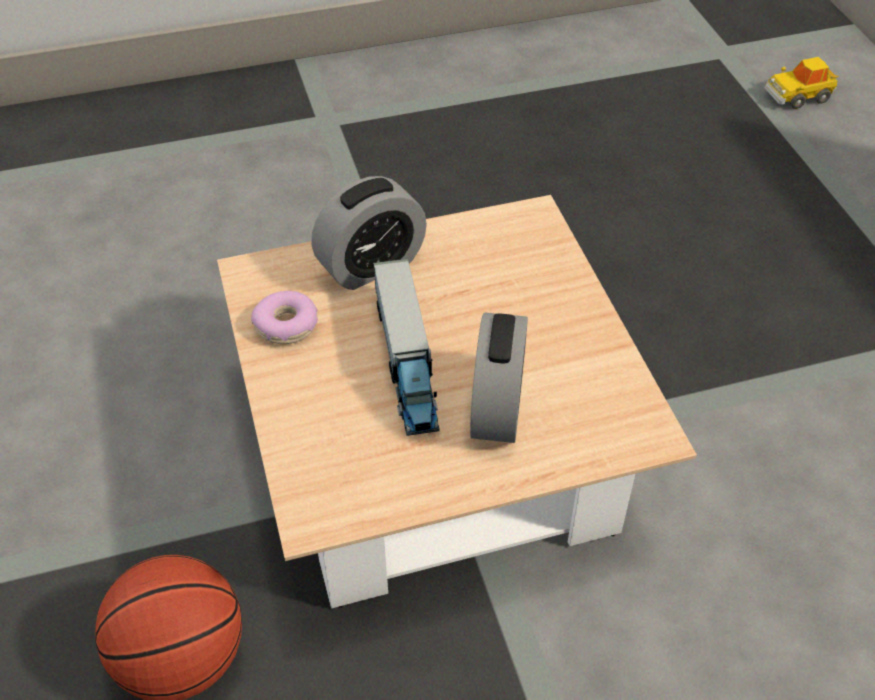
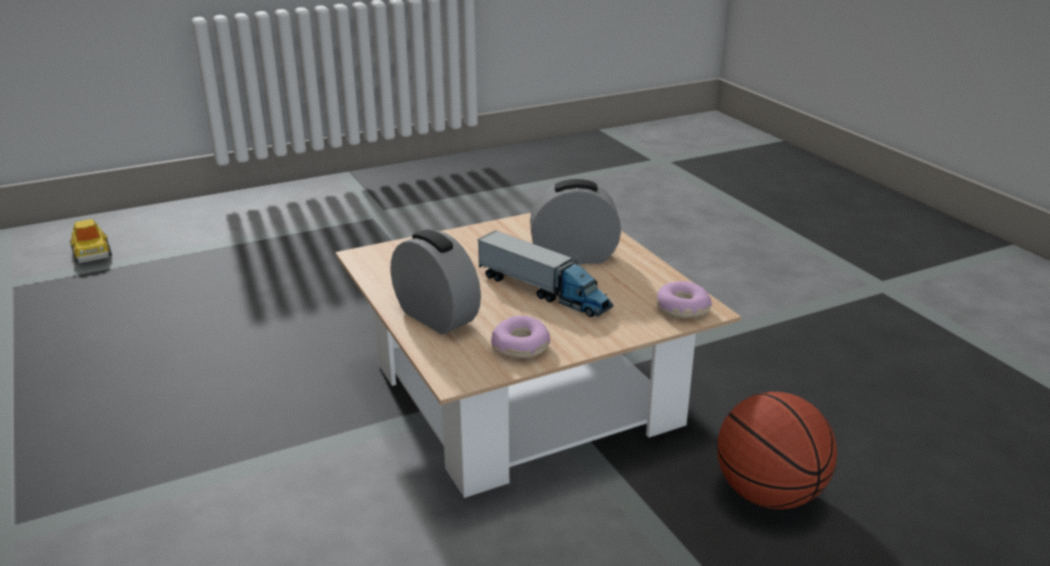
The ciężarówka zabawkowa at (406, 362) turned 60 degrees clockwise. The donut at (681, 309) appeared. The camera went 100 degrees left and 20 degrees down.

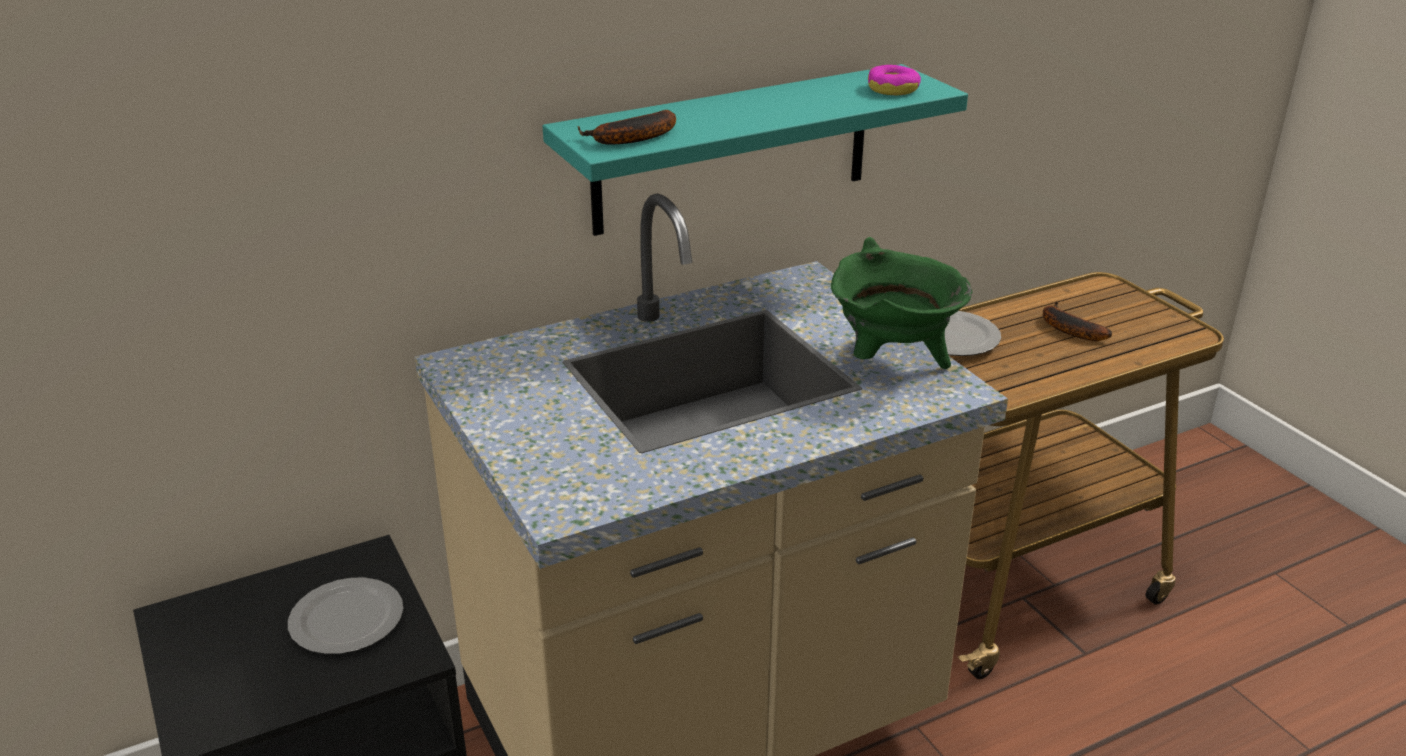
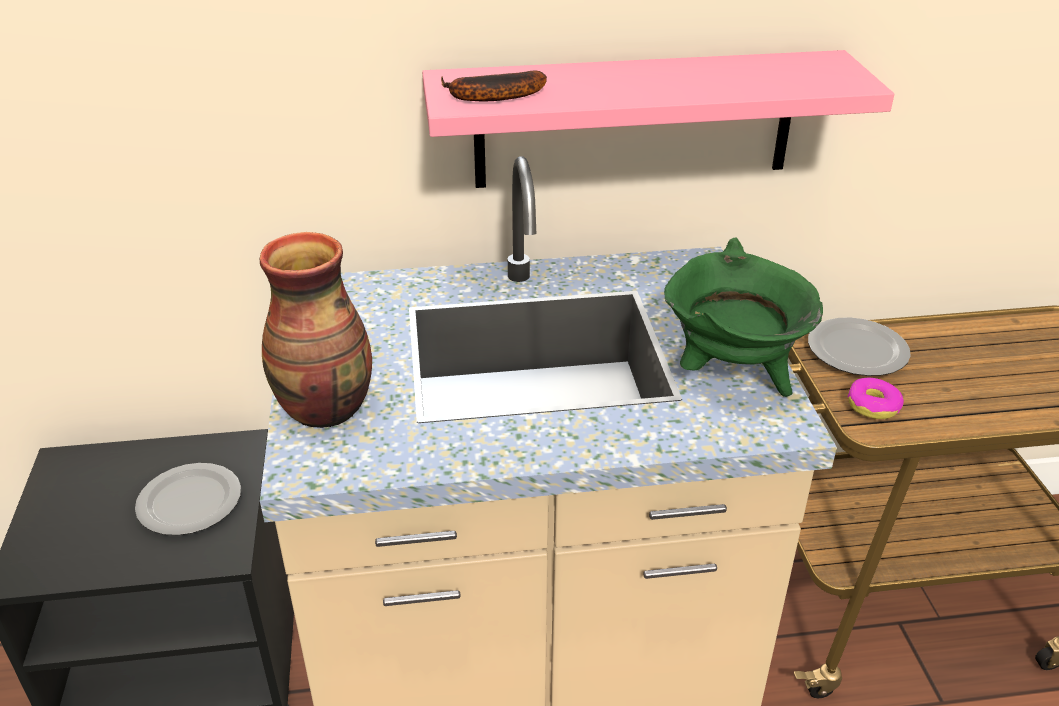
The półka (turkusowy) at (733, 149) became the półka (różowy) at (634, 120). The donut moved from (893, 89) to (873, 406). The banan at (1066, 328) disappeared. The wazon at (328, 409) appeared. The camera went 20 degrees right and 5 degrees up.

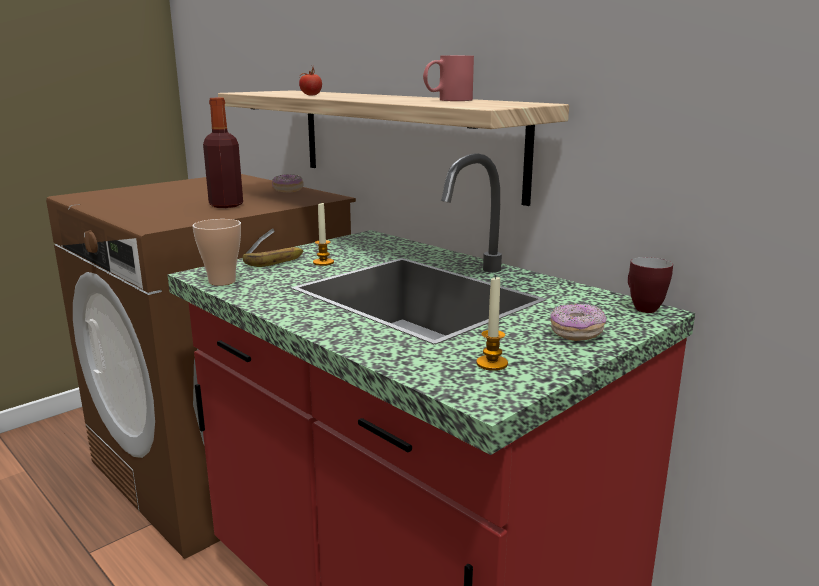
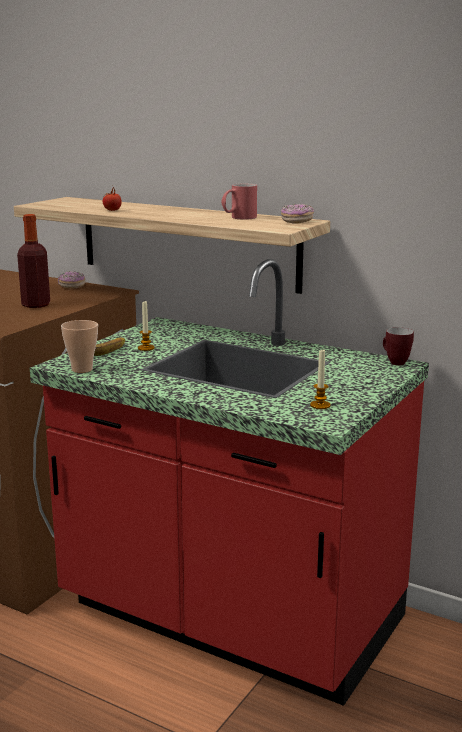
The donut moved from (576, 333) to (297, 221). The camera went 15 degrees left and 0 degrees up.

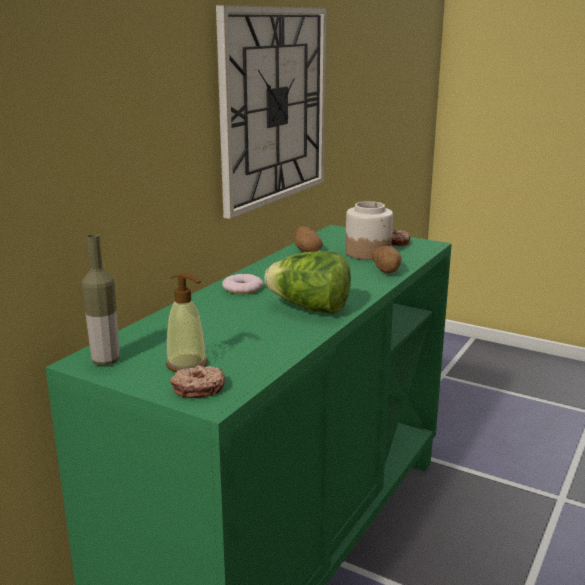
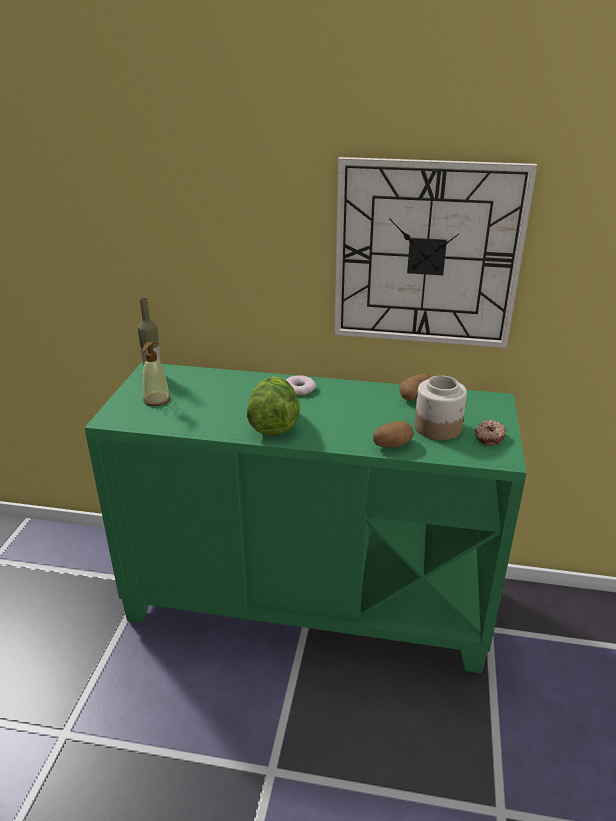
The donut at (198, 388) disappeared. The camera went 70 degrees right and 10 degrees up.

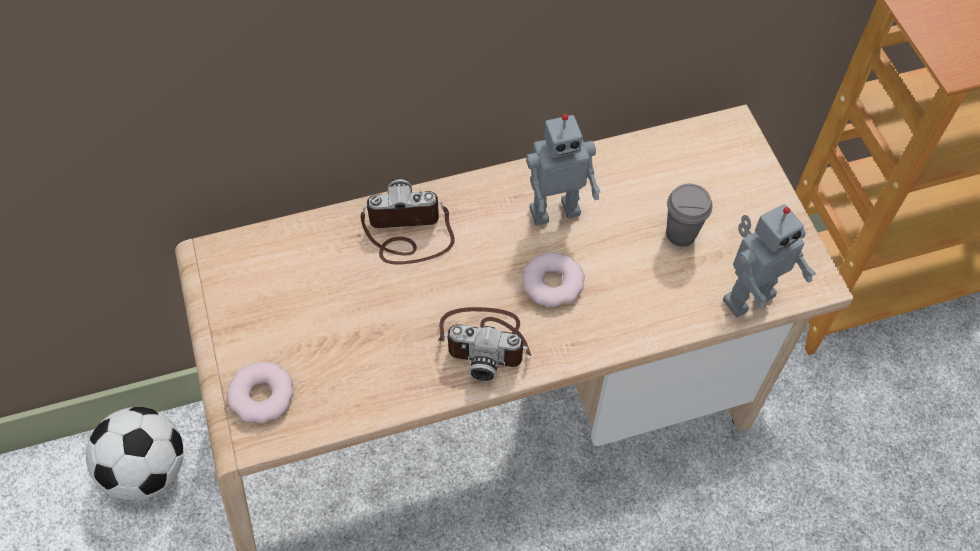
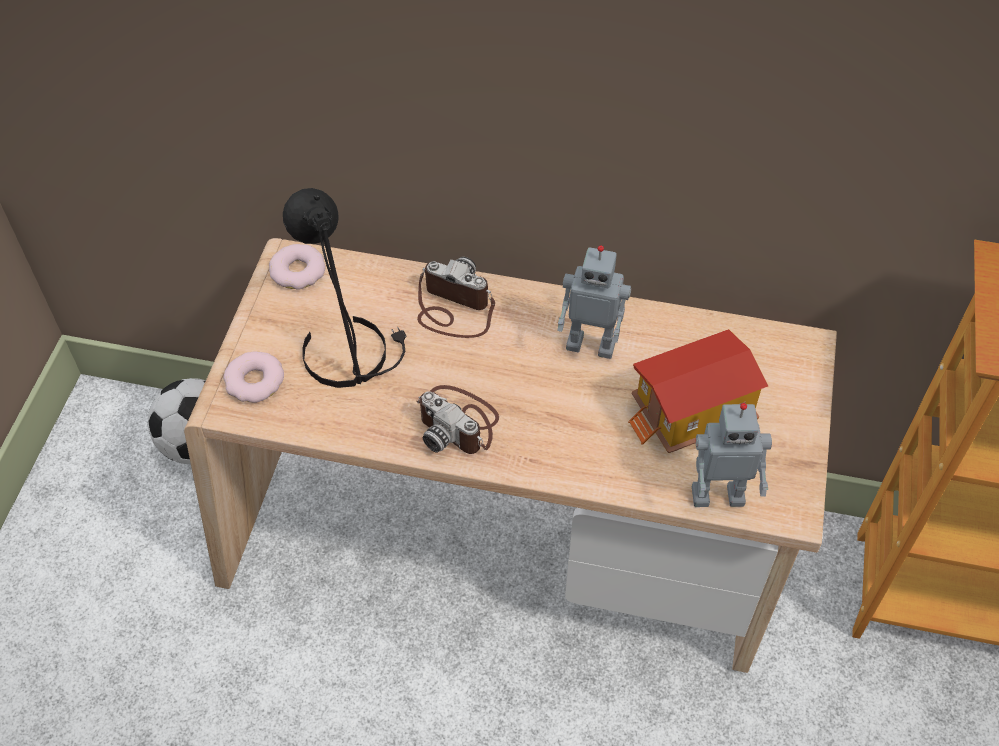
The donut moved from (553, 283) to (298, 271). The filiżanka (szary) at (681, 234) was replaced by the domek at (692, 414). The lampa stołowa (czarny) at (350, 351) appeared. The camera went 30 degrees right and 5 degrees down.

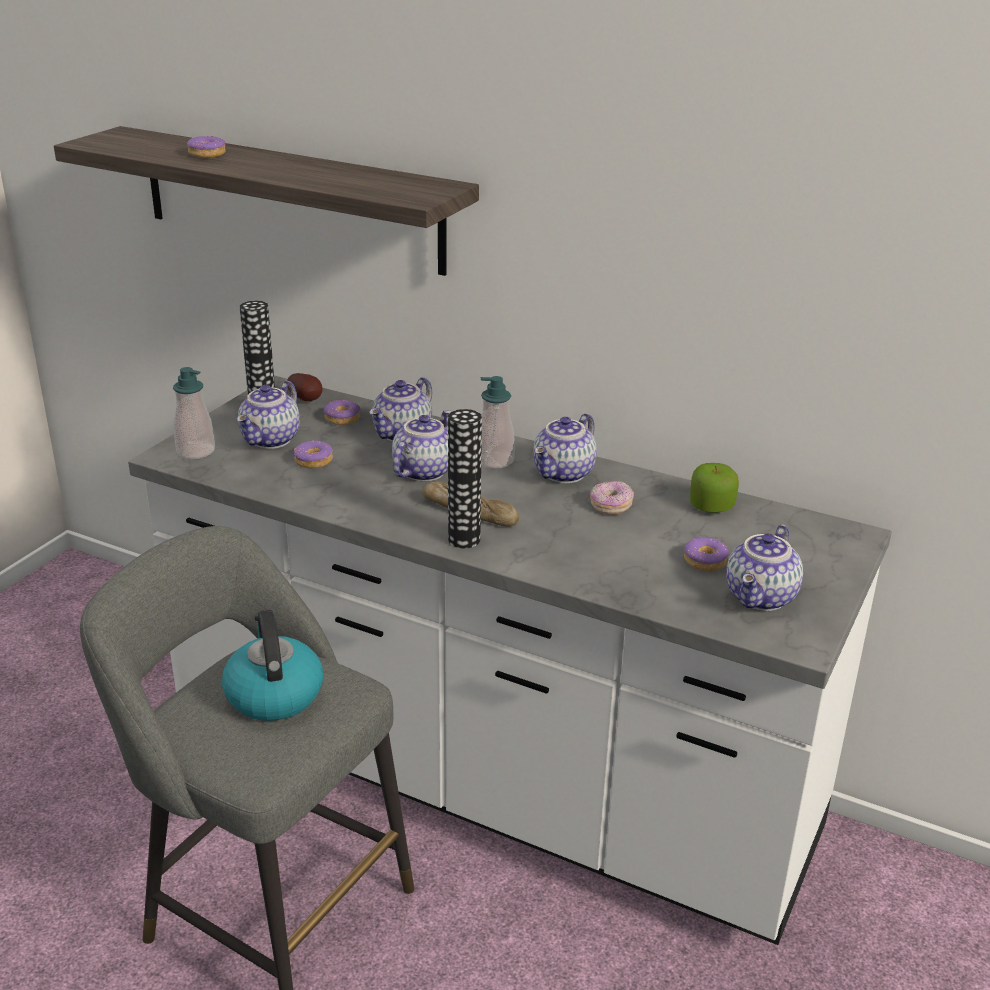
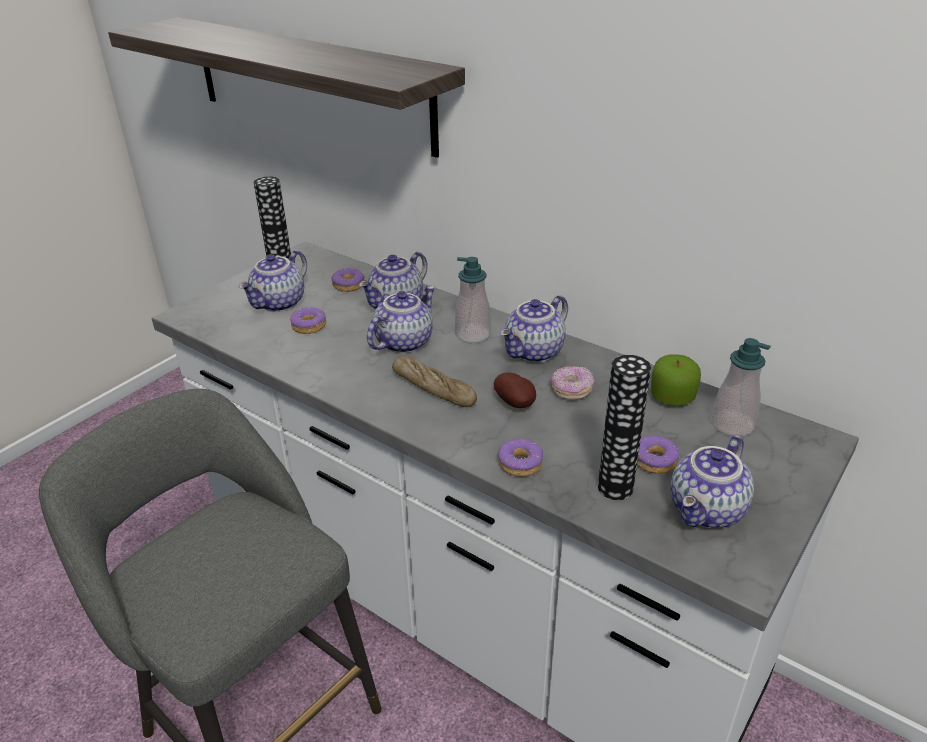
The dozownik mydła moved from (196, 451) to (732, 425). The donut moved from (207, 154) to (520, 464). The czajnik at (273, 694) disappeared. The ziemniak moved from (307, 400) to (516, 404). The wazon moved from (464, 539) to (615, 488). The camera went 10 degrees right and 5 degrees up.

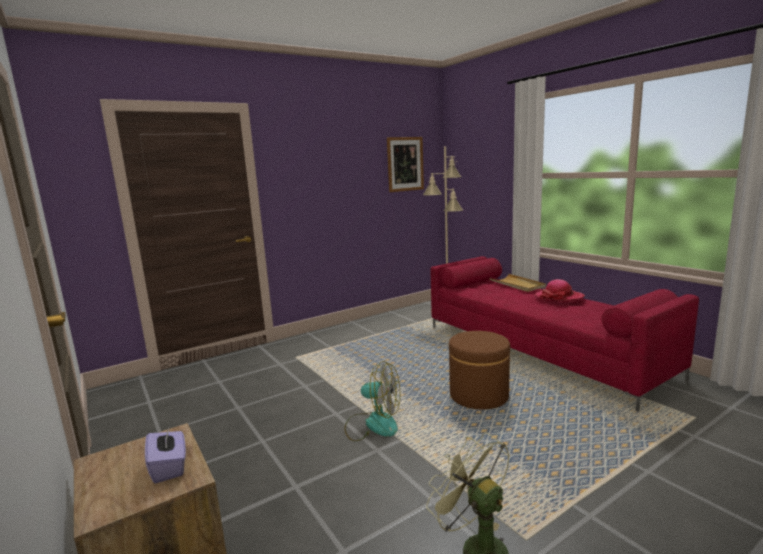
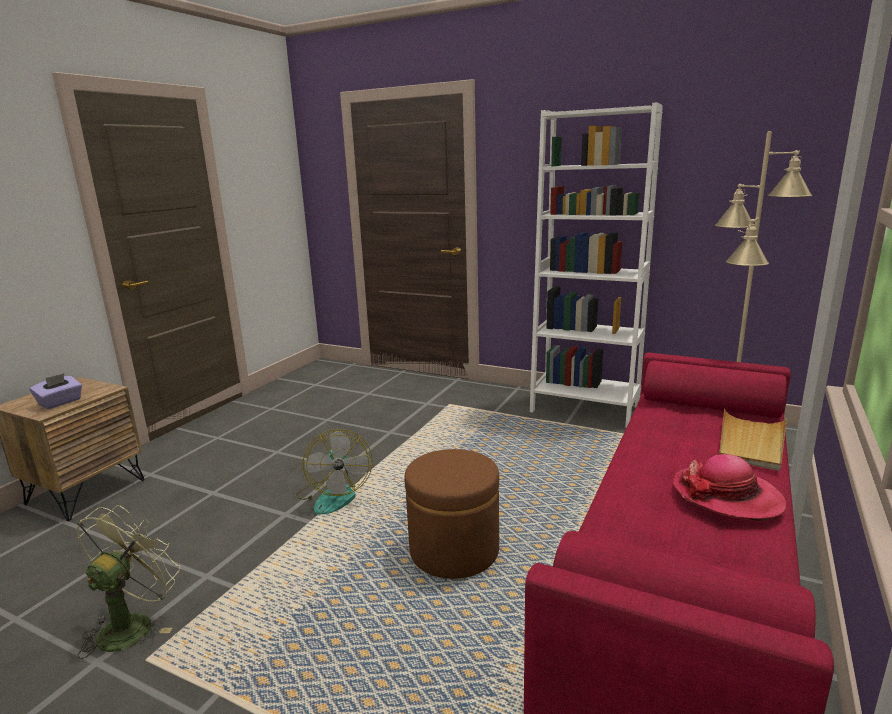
The obraz at (405, 164) disappeared. The regał (biały) at (584, 408) appeared. The camera went 60 degrees right and 5 degrees up.

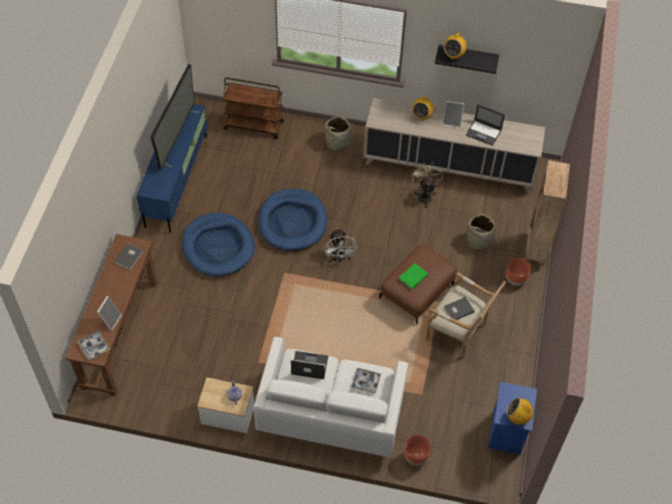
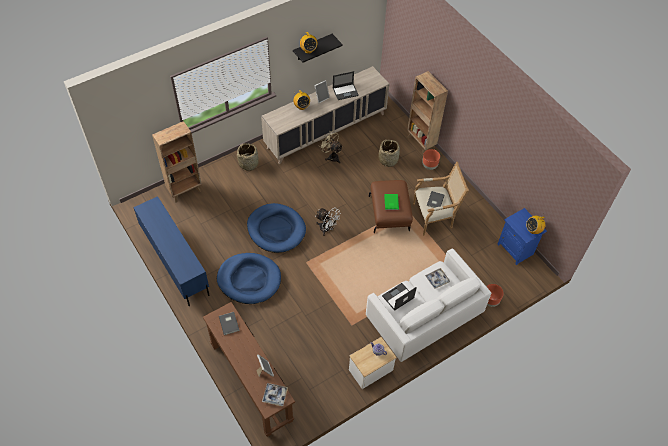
The telewizor at (177, 137) disappeared. The wózek (brązowy) at (254, 126) was replaced by the regał (brązowy) at (185, 191). The camera went 45 degrees left and 0 degrees up.

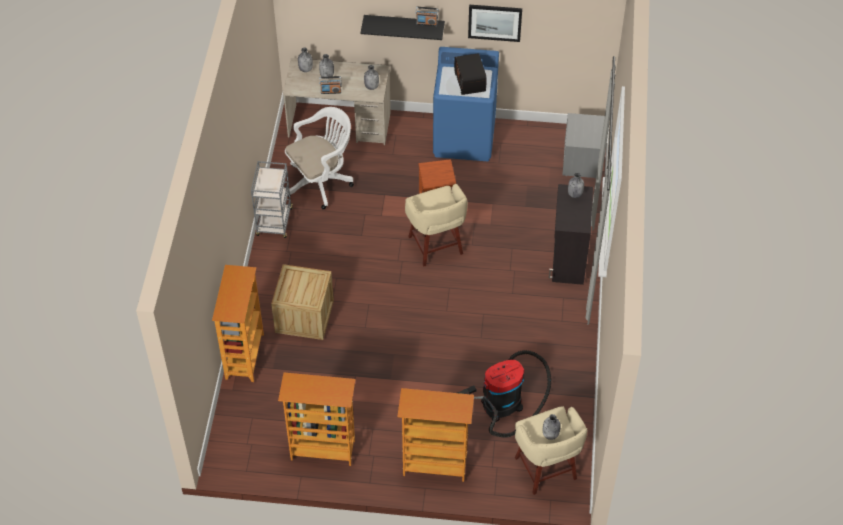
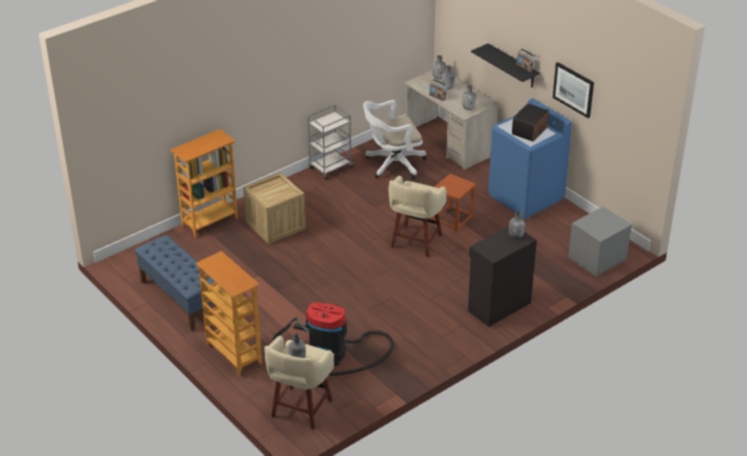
The regał at (322, 450) was replaced by the ławka (niebieski) at (180, 298). The krzesło biurowe (biały) at (321, 181) turned 150 degrees clockwise. The camera went 45 degrees right and 15 degrees down.

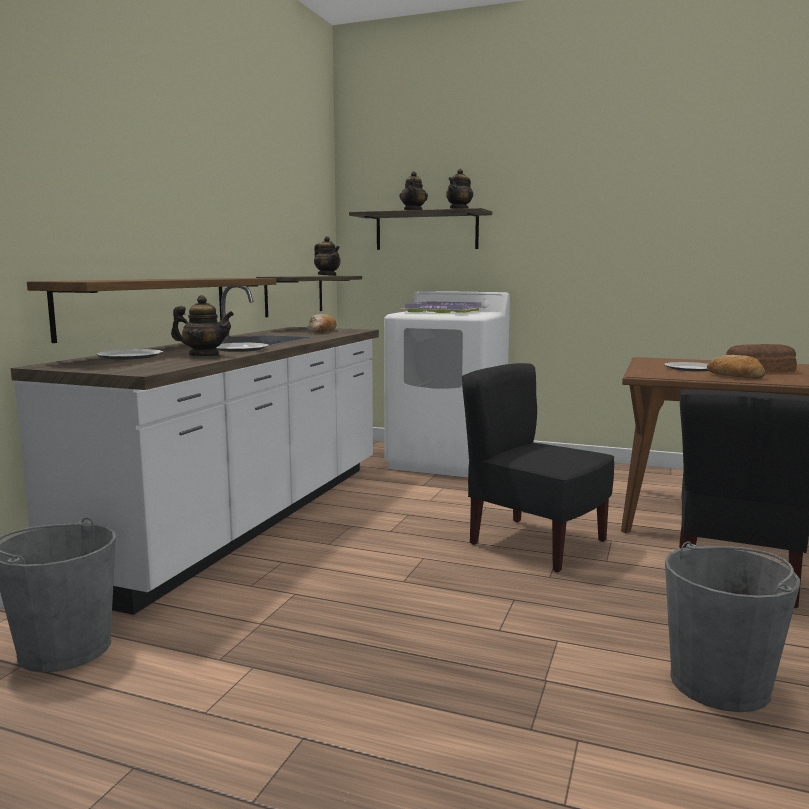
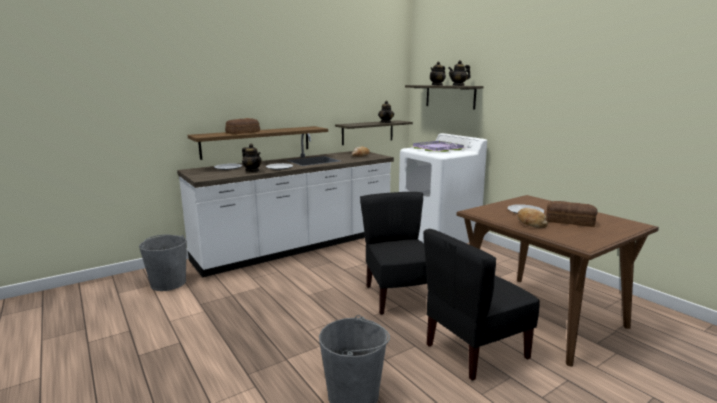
The chleb at (242, 132) appeared. The camera went 35 degrees right and 5 degrees up.

